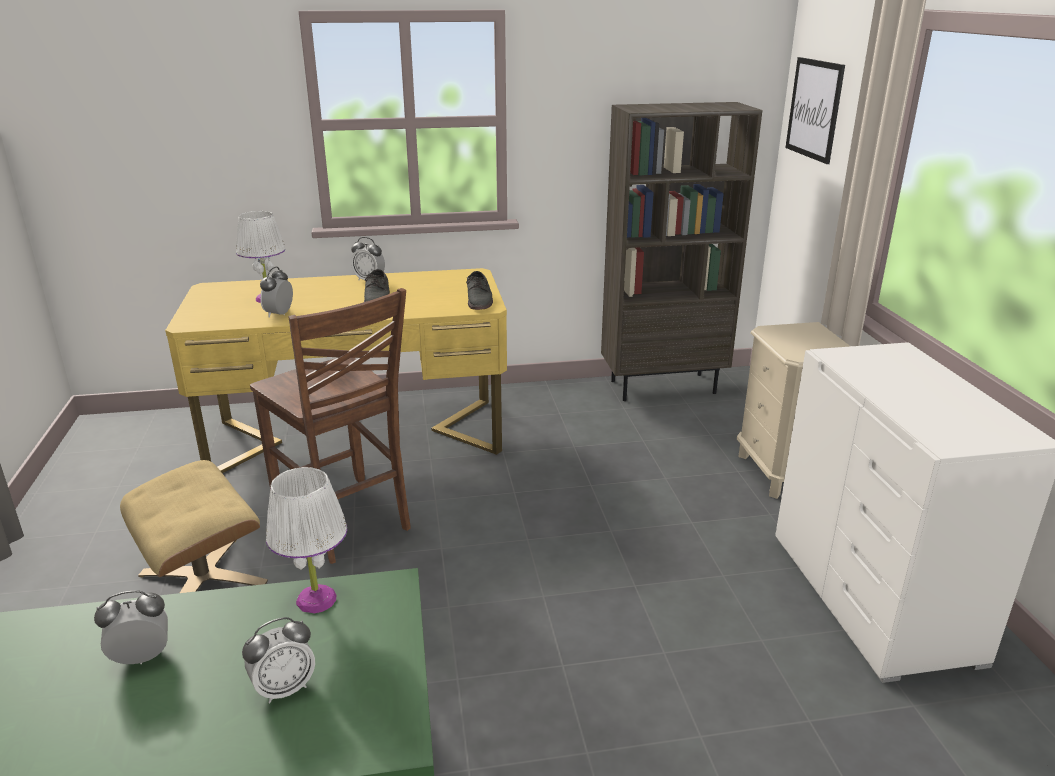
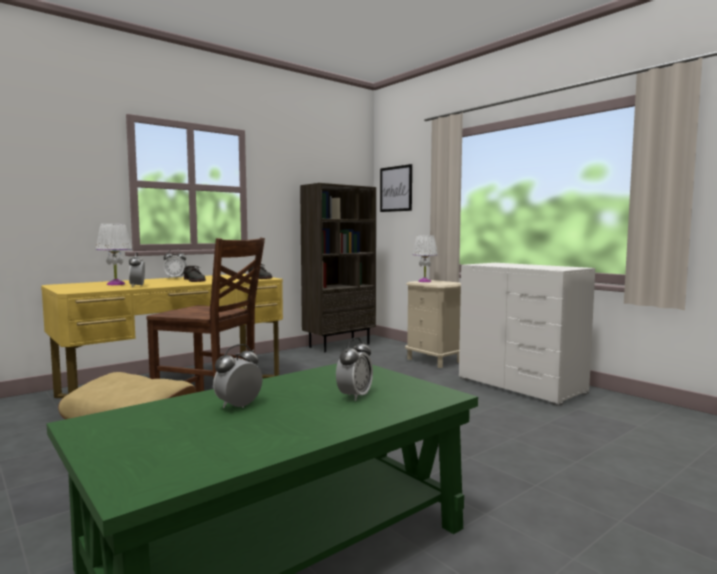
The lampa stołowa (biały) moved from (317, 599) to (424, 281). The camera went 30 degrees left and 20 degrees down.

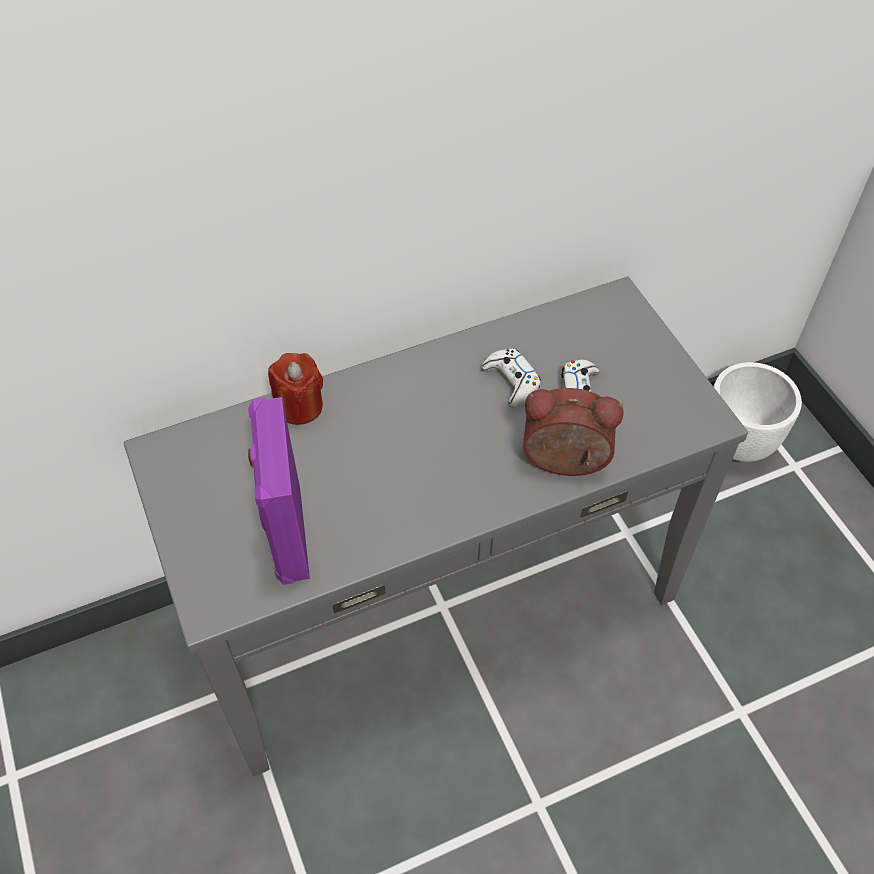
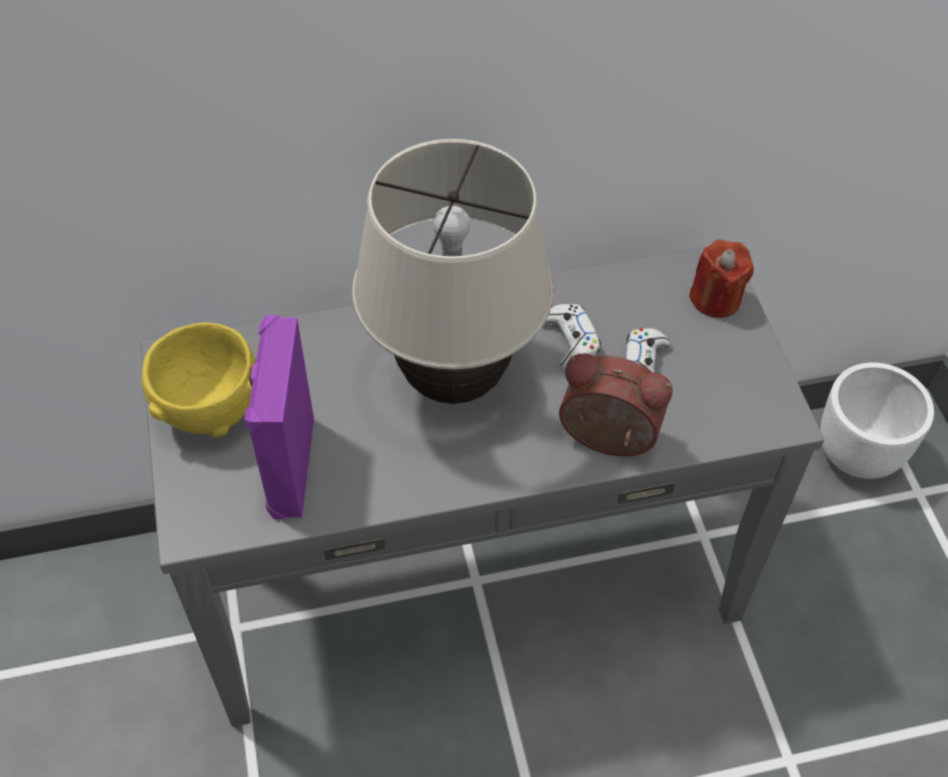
The świeca (czerwony) moved from (299, 406) to (715, 299). The miska (żółty) at (210, 409) appeared. The lampa stołowa (beżowy) at (454, 380) appeared. The camera went 10 degrees right and 0 degrees up.

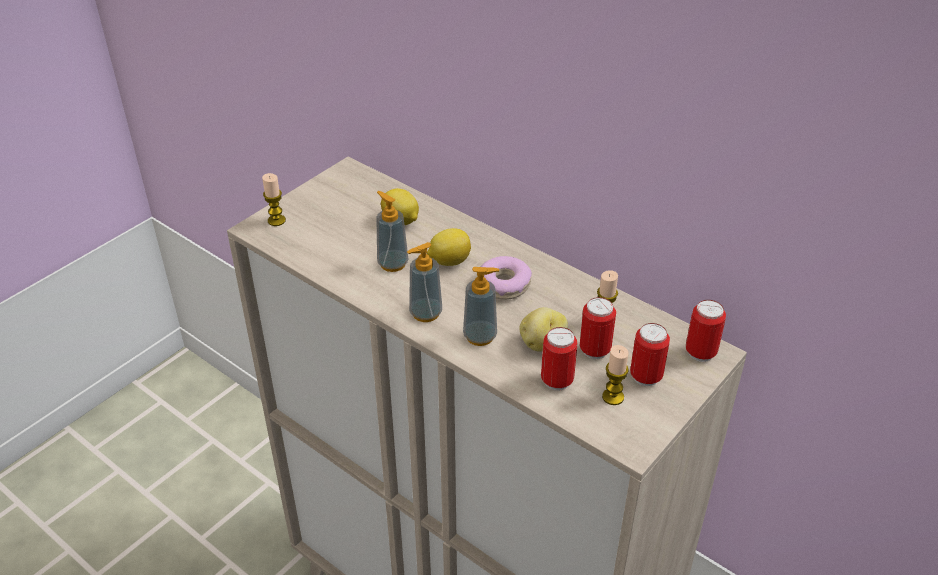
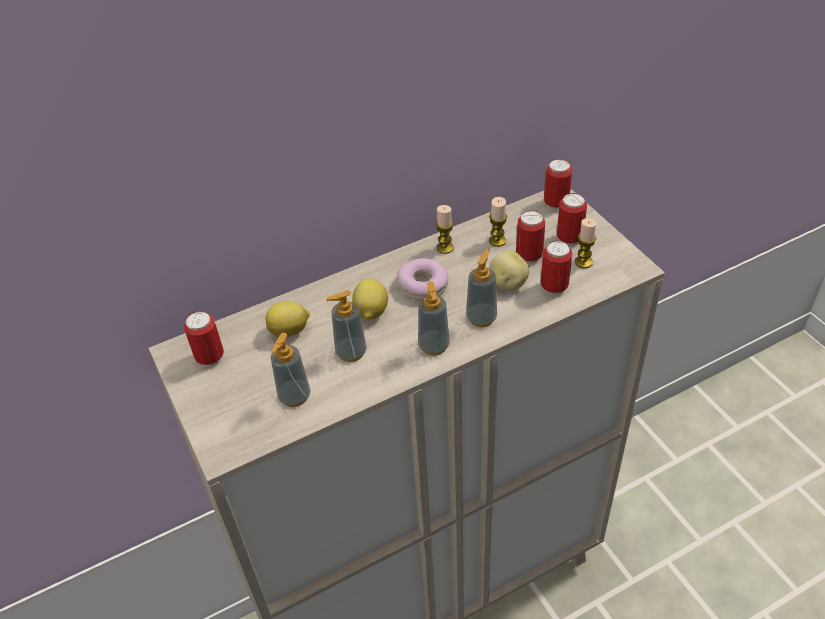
The świeca moved from (276, 220) to (445, 248). The puszka at (210, 357) appeared. The dozownik mydła at (294, 396) appeared. The camera went 65 degrees left and 5 degrees up.

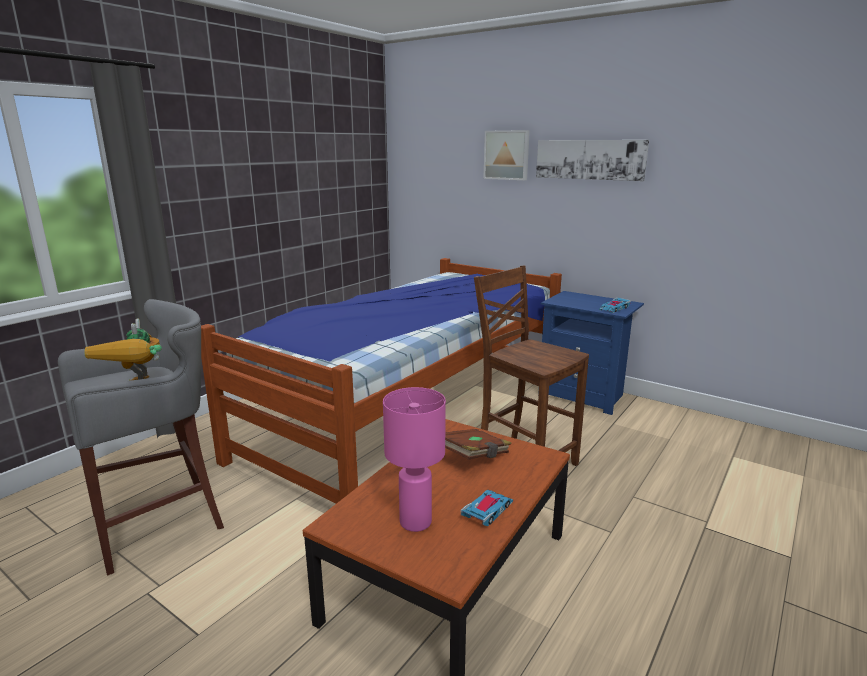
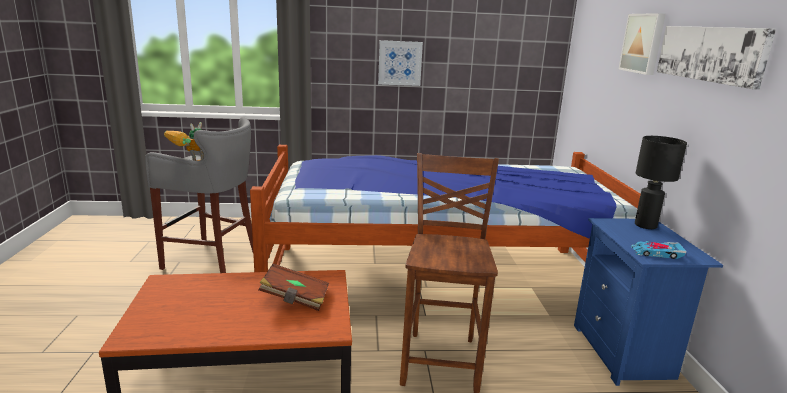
The lampa stołowa (różowy) at (415, 522) disappeared. The samochodzik at (487, 511) disappeared. The obraz at (400, 63) appeared. The lampa stołowa (czarny) at (645, 225) appeared. The camera went 50 degrees right and 0 degrees up.

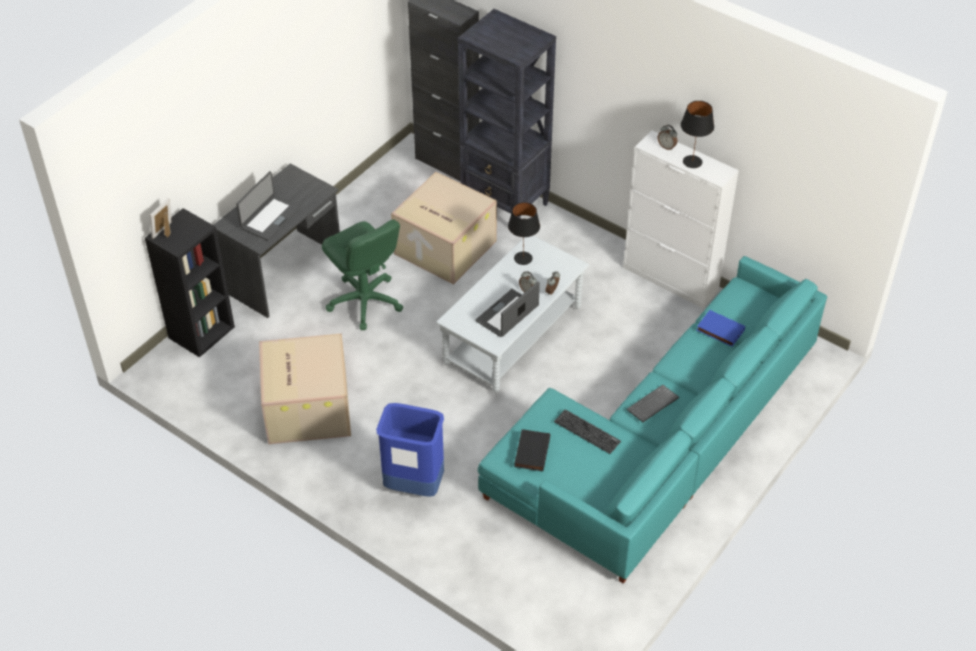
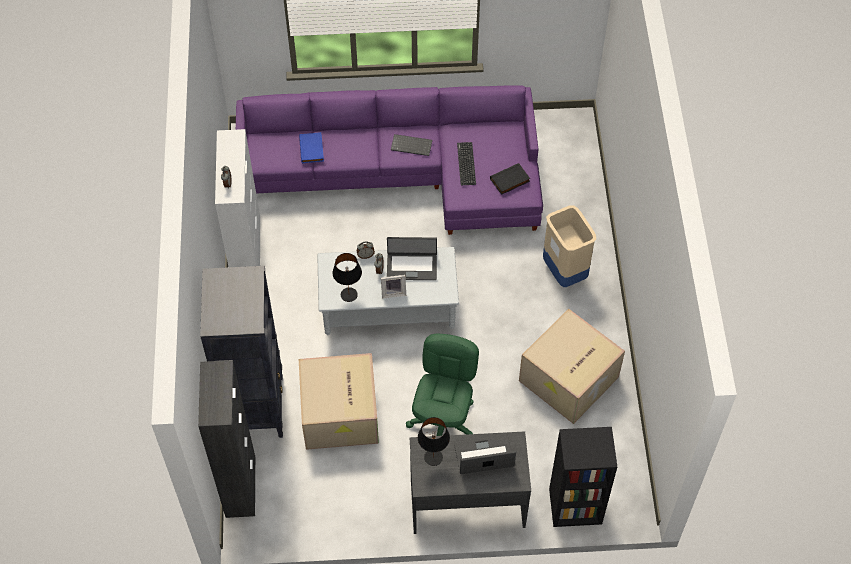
The ramka na zdjęcie moved from (165, 232) to (393, 292). The kosz na śmieci (niebieski) at (413, 485) became the kosz na śmieci (beżowy) at (564, 272). The kanapa (turkusowy) at (659, 443) became the kanapa (fioletowy) at (405, 171). The lampa stołowa (czarny) moved from (692, 162) to (433, 457). The camera went 130 degrees left and 10 degrees up.

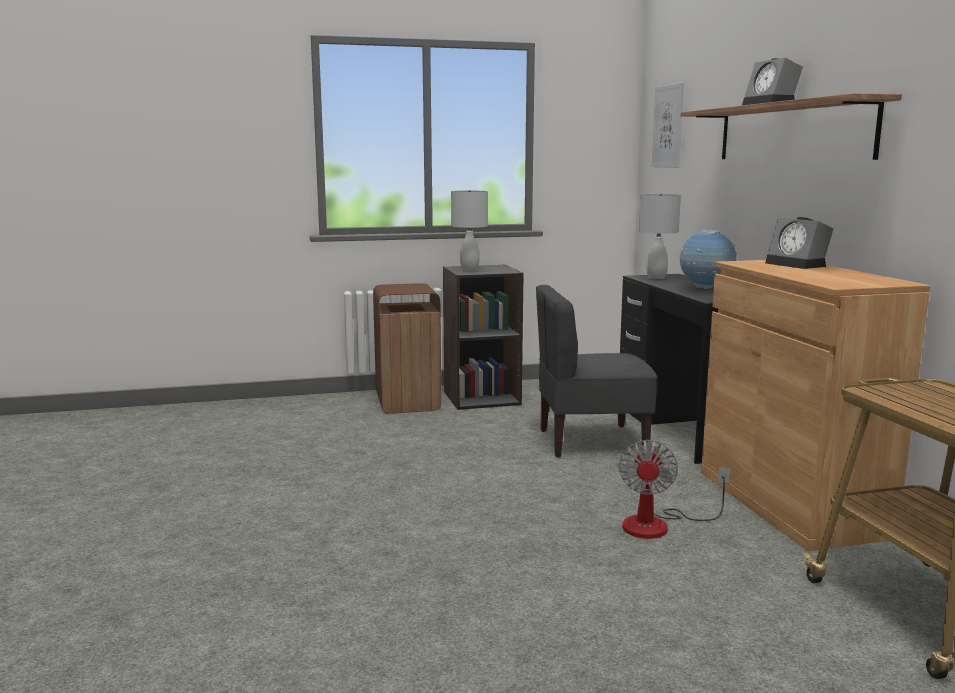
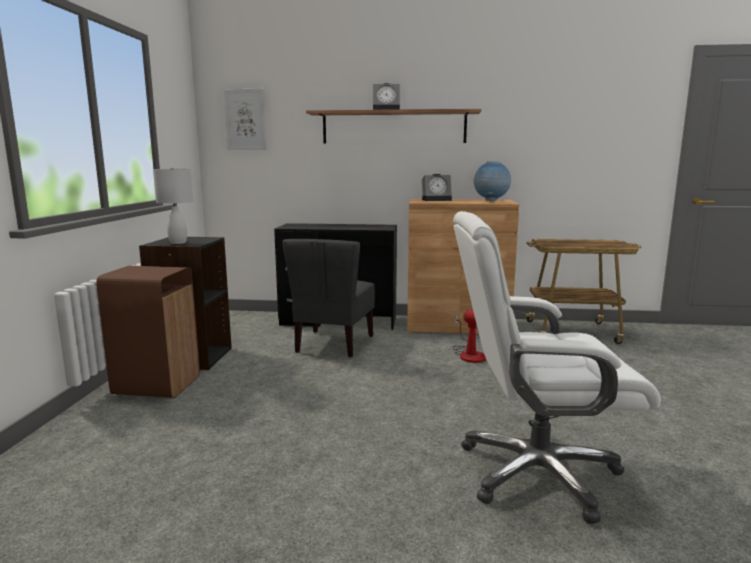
The lampa stołowa (biały) at (656, 277) disappeared. The globus moved from (705, 288) to (491, 201). The krzesło biurowe (biały) at (536, 473) appeared. The camera went 70 degrees left and 0 degrees up.

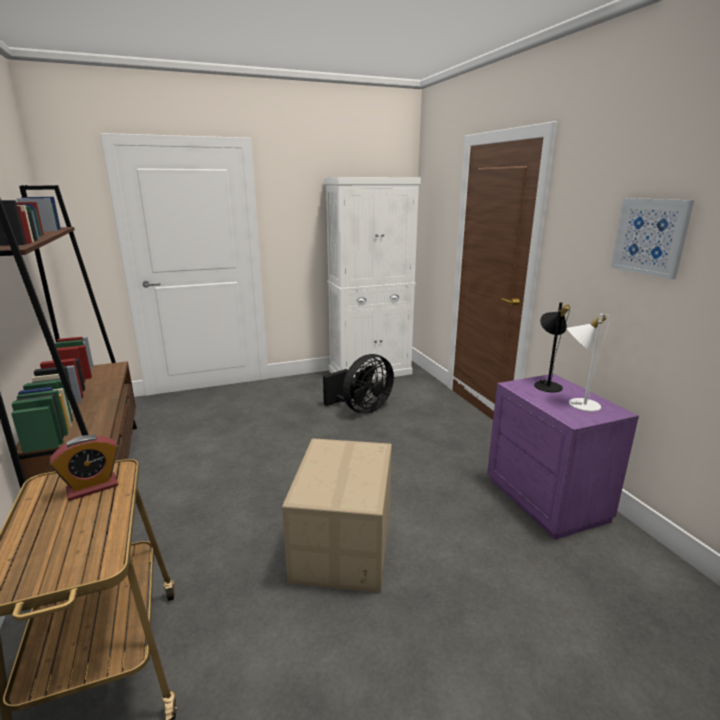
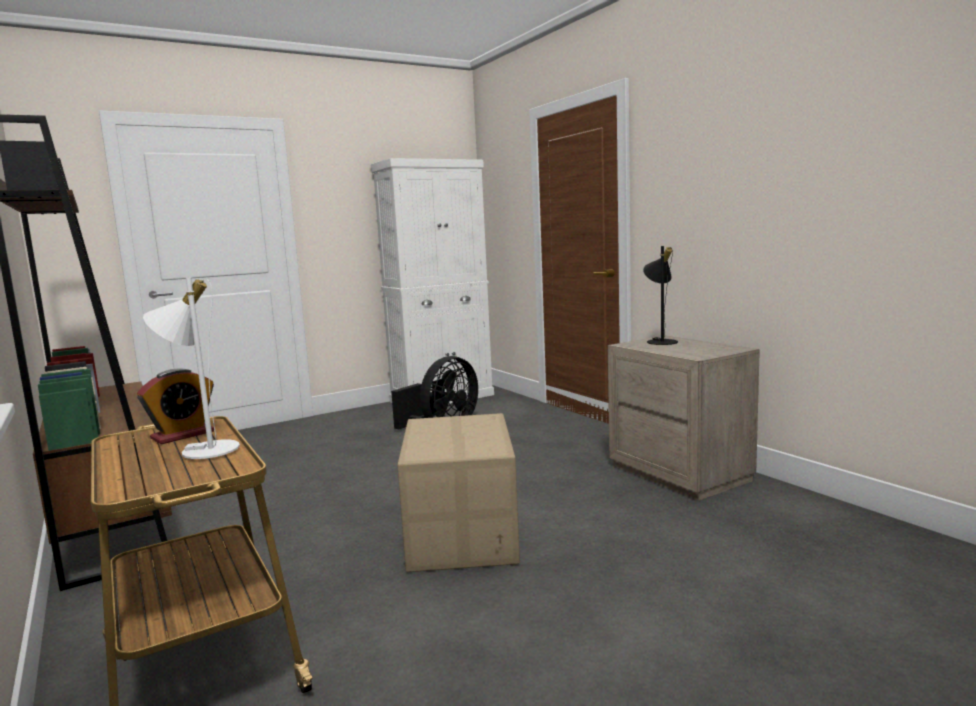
The szafka nocna (fioletowy) at (547, 499) became the szafka nocna (beżowy) at (681, 473). The lampa stołowa (biały) moved from (578, 403) to (202, 449). The obraz at (650, 236) disappeared. The camera went 10 degrees left and 10 degrees down.

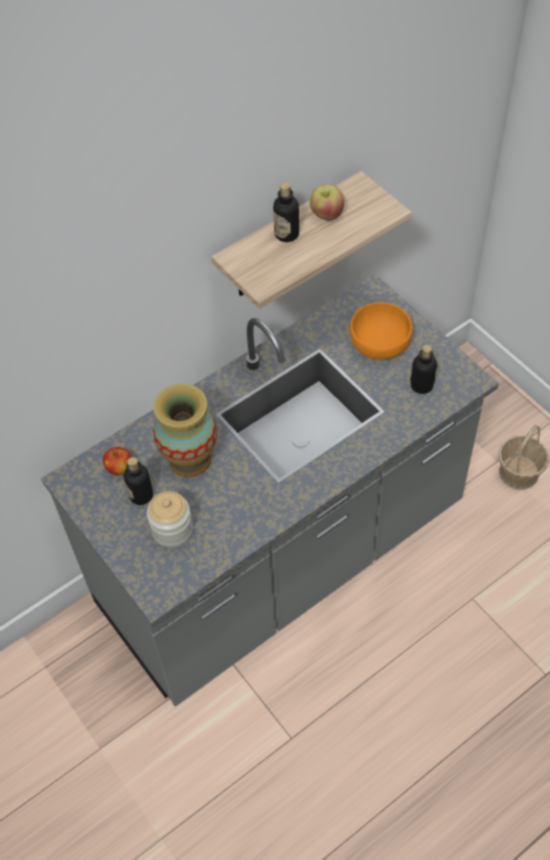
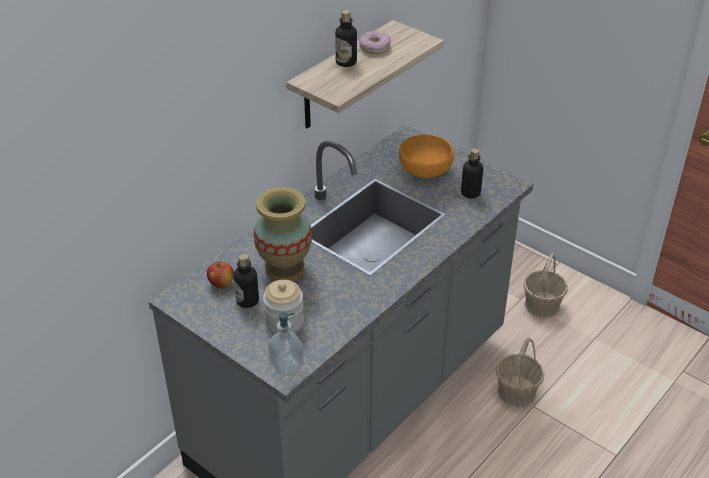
The jabłko at (326, 214) was replaced by the donut at (375, 47). The dozownik mydła at (286, 364) appeared. The koszyk at (516, 392) appeared. The camera went 15 degrees left and 15 degrees down.

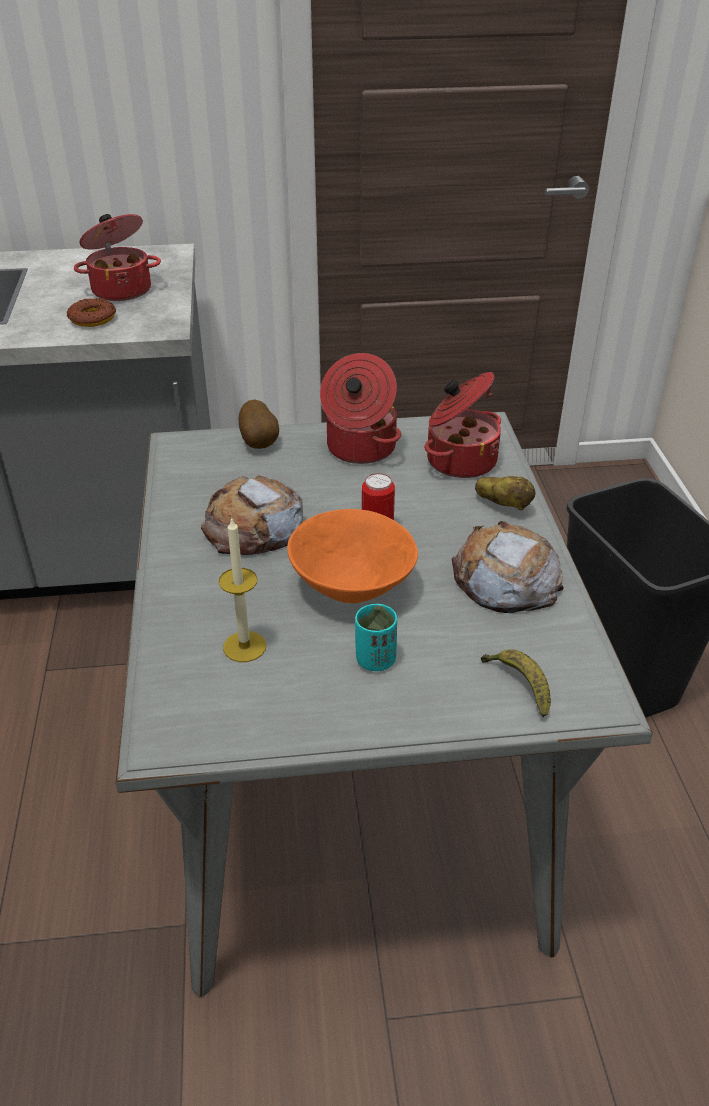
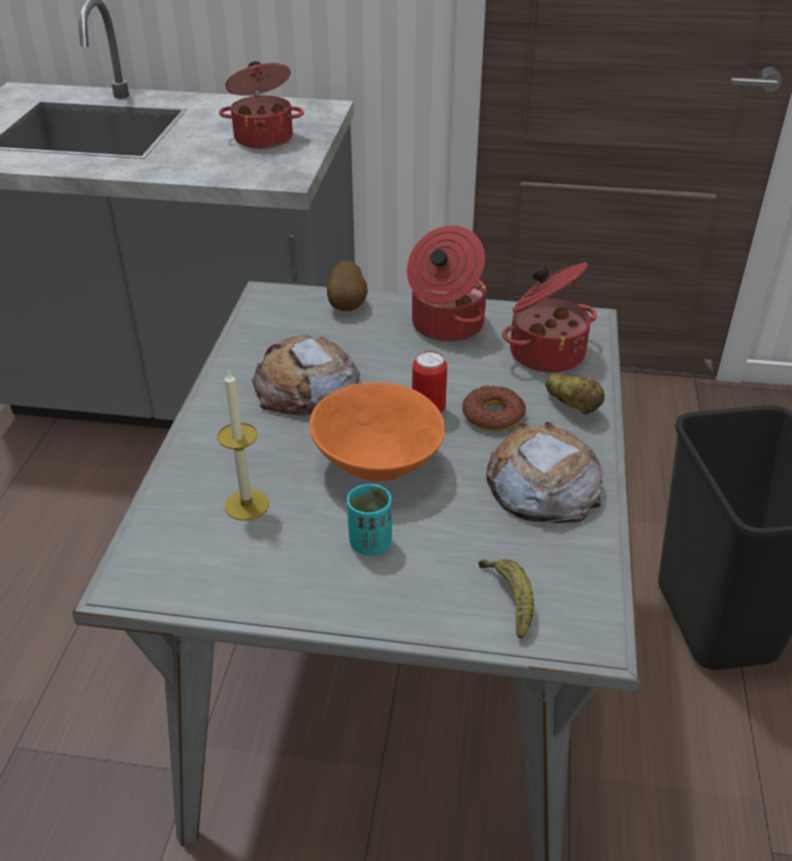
The donut moved from (92, 318) to (493, 415). The camera went 15 degrees right and 0 degrees up.

